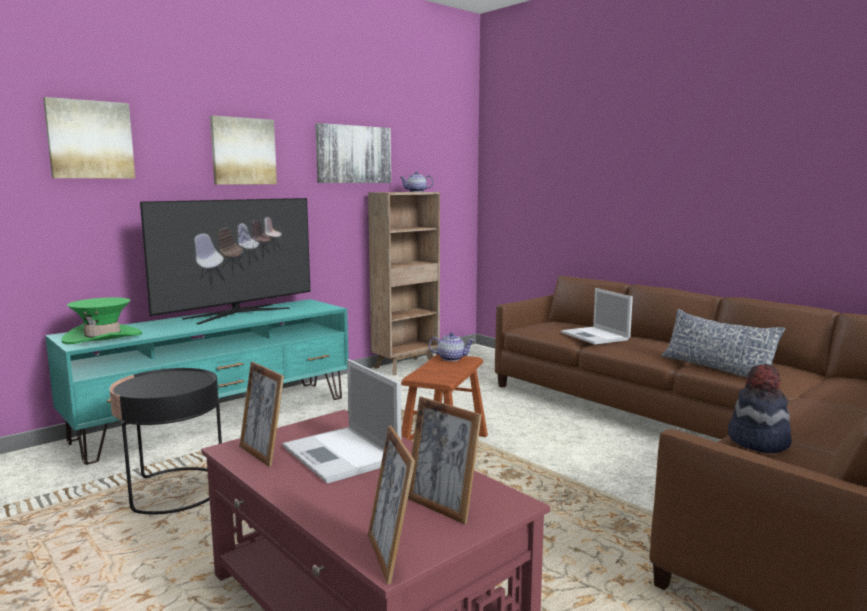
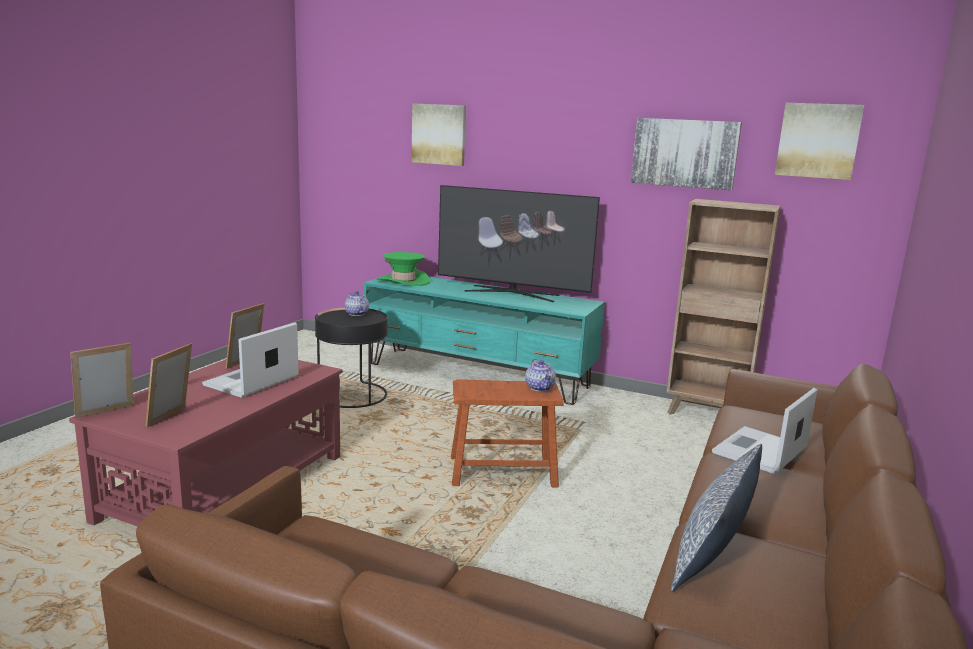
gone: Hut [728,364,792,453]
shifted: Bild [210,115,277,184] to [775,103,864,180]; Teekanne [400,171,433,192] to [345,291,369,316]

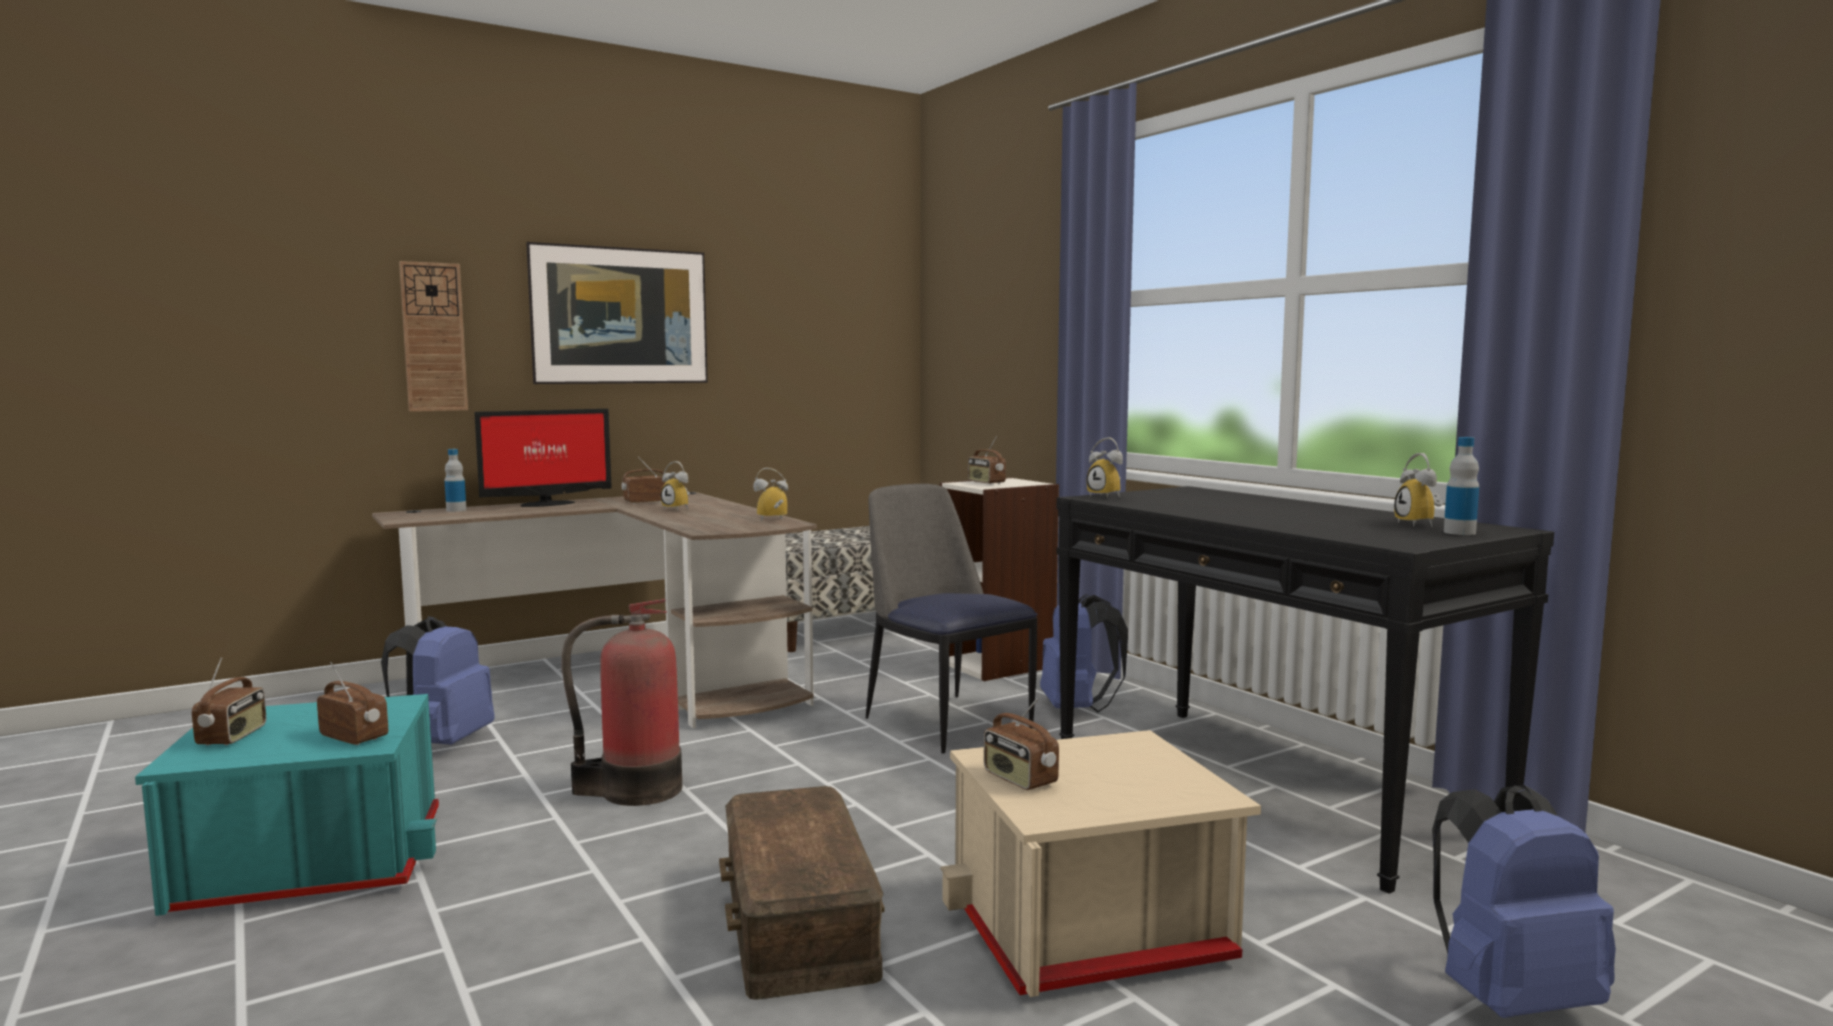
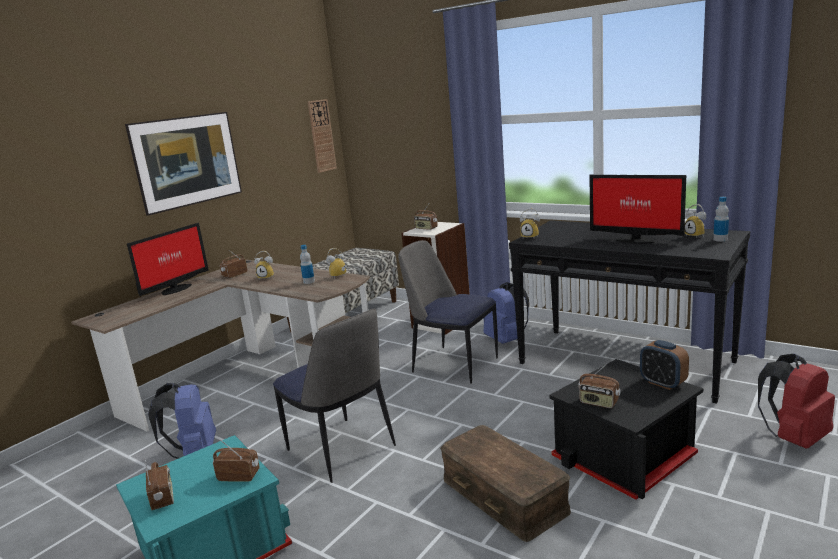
new: Monitor [589,175,686,244]; Wecker [640,340,689,390]
shifted: Wanduhr [399,261,468,412] to [308,99,337,173]; Flasche [445,449,466,512] to [300,245,315,284]
swapped: Feuerlöscher [562,599,682,806] to Stuhl [273,309,396,483]
repainted: Aufbewahrungsbox [beige] [940,730,1261,997] to Aufbewahrungsbox [schwarz] [549,359,703,499]; Rucksack [blau] [1432,785,1616,1018] to Rucksack [rot] [758,354,835,449]

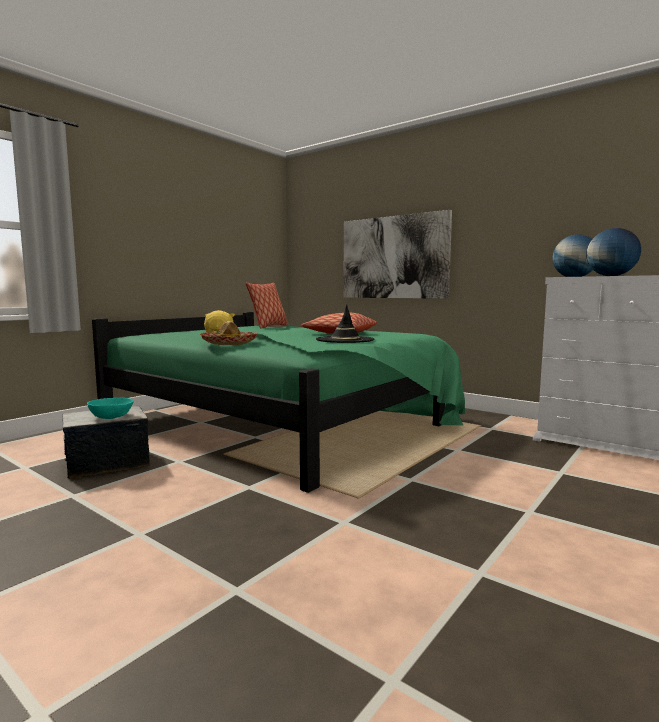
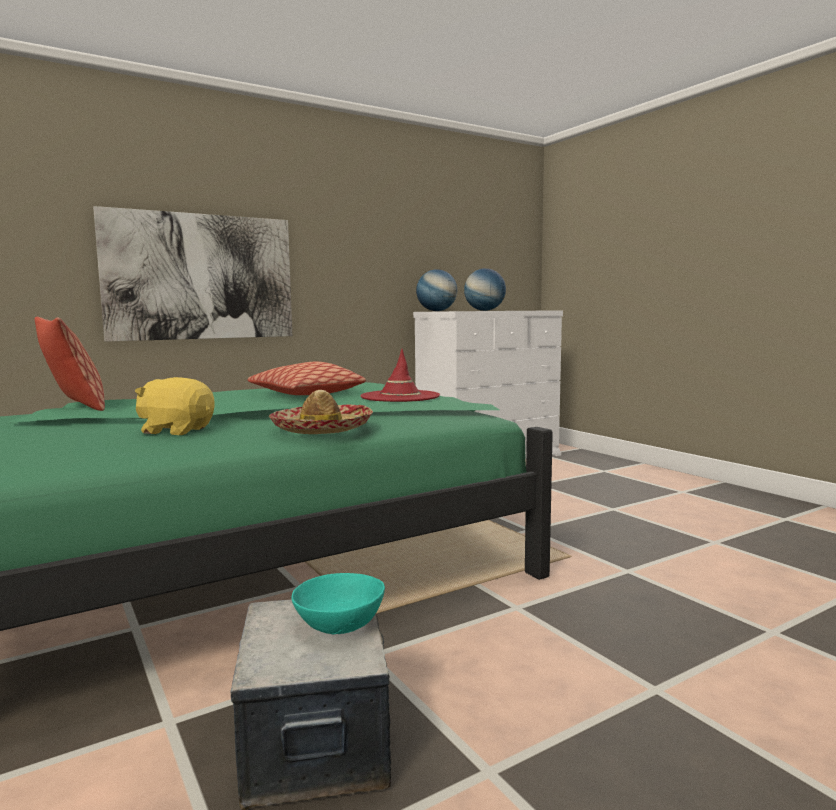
repainted: Hut [schwarz] [316,305,374,343] to Hut [rot] [361,349,440,402]

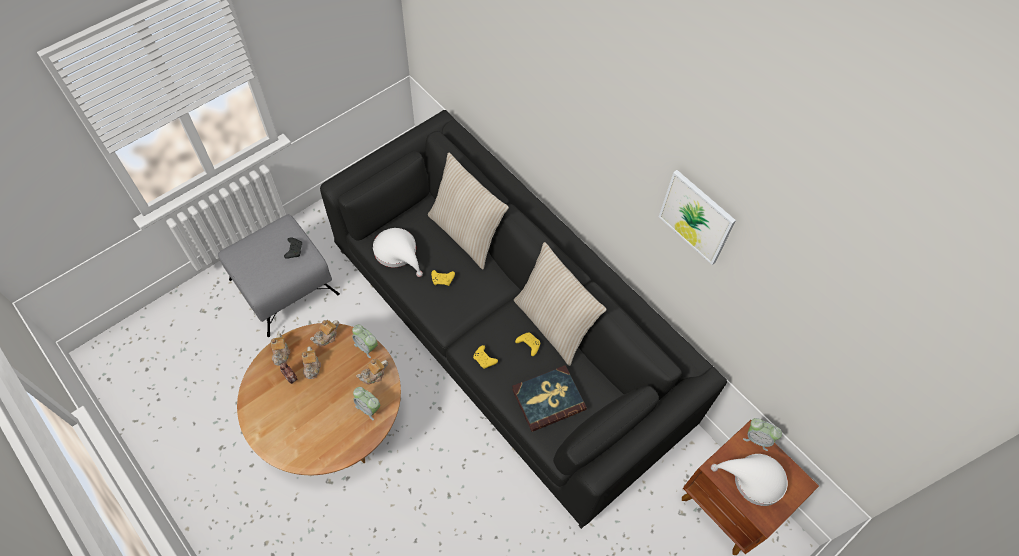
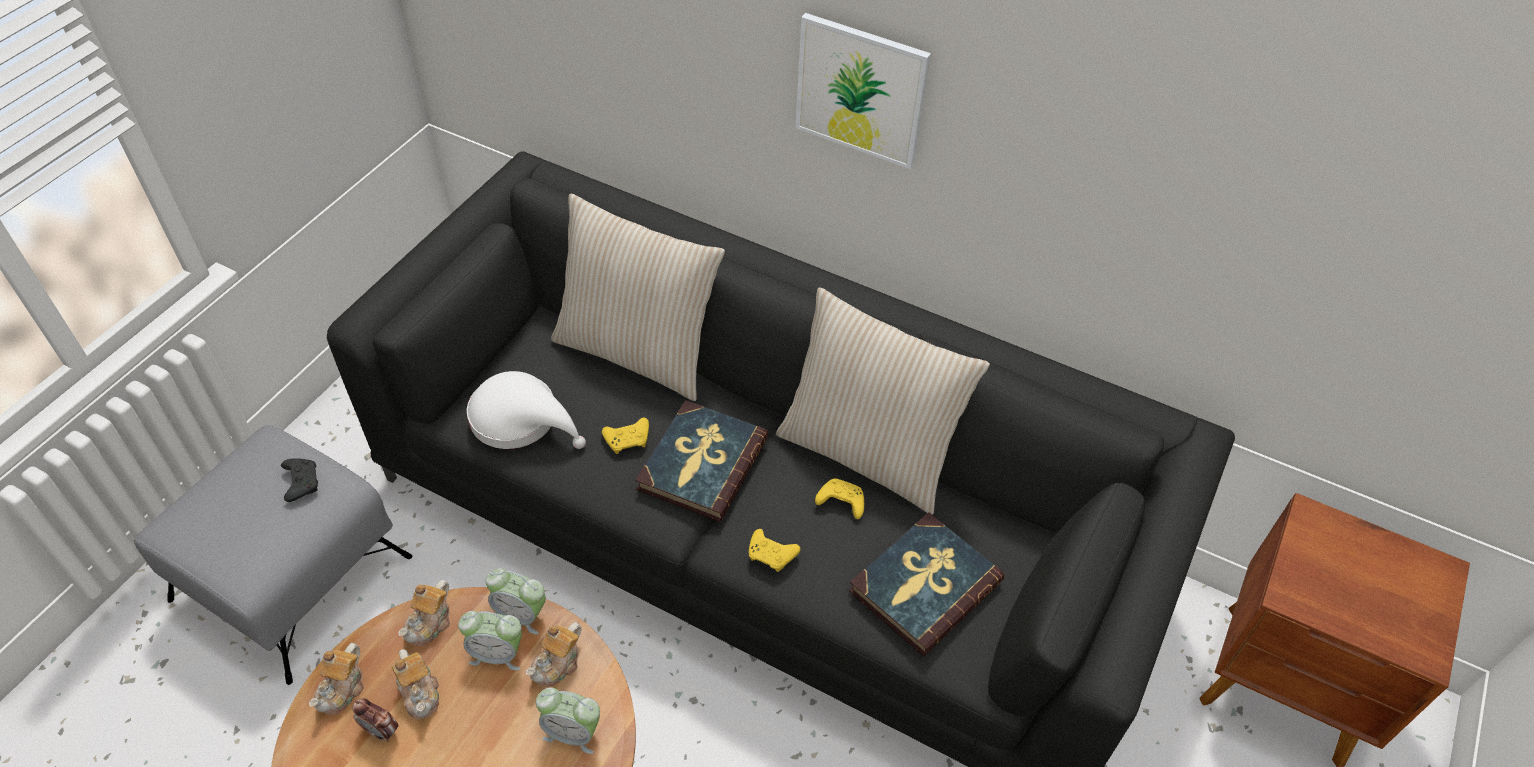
gone: Hut [weiß] [711,454,788,506]
new: Buch [635,400,769,522]
shifted: Bild [659,170,736,265] to [795,13,931,169]; Wecker [743,418,782,451] to [458,611,522,670]
rotated: Teekanne [271,333,290,366] = [309,643,364,714] 45 degrees clockwise

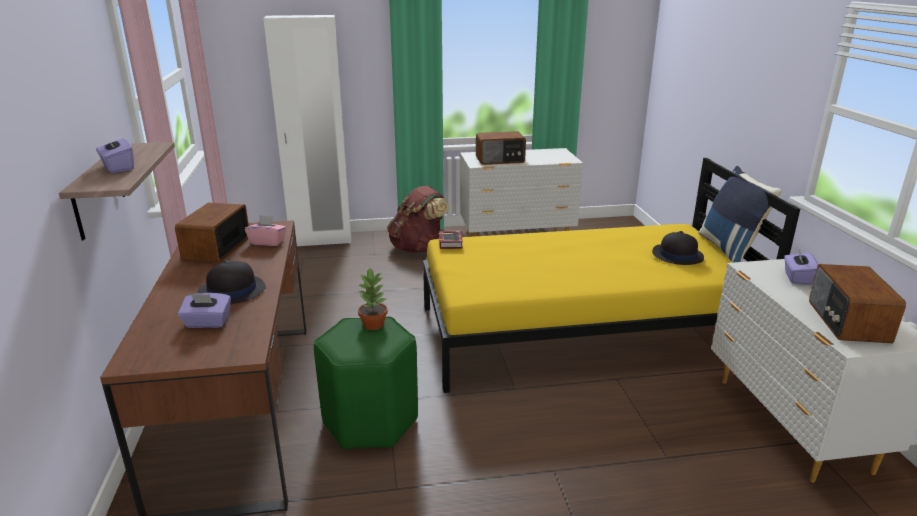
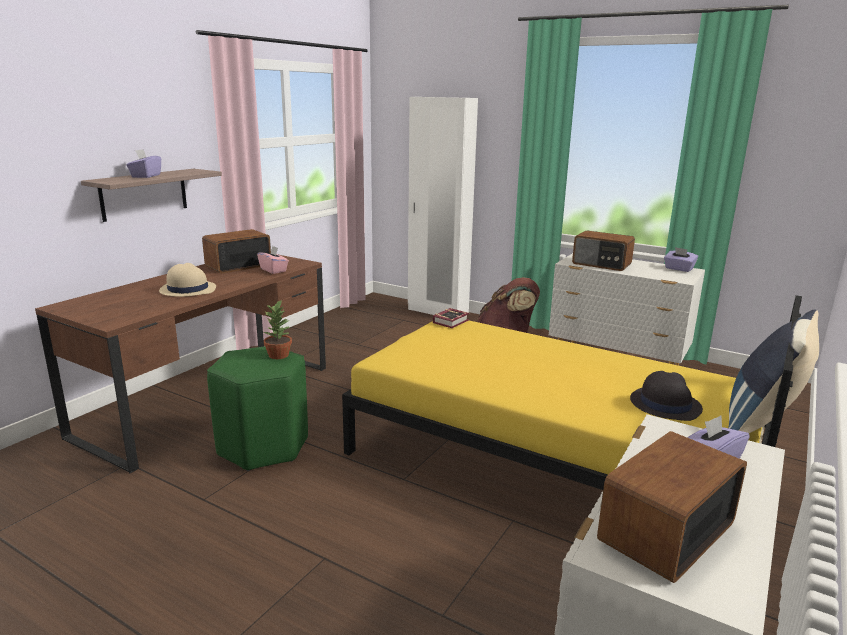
shifted: Taschentuchbox [lila] [178,293,231,328] to [664,247,698,272]
repainted: Hut [schwarz] [198,260,266,304] to Hut [beige] [159,263,216,297]

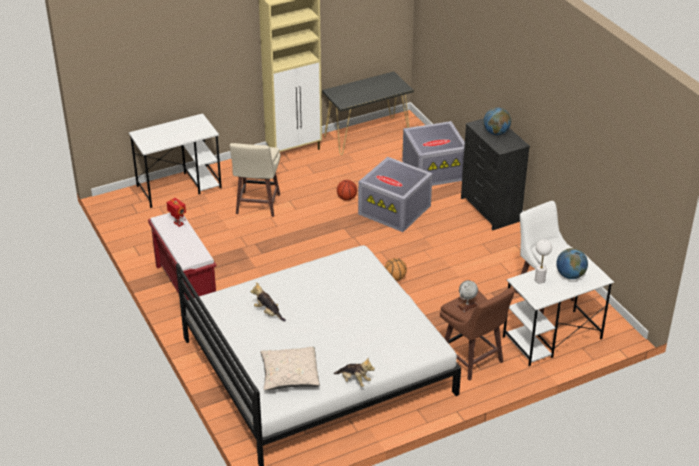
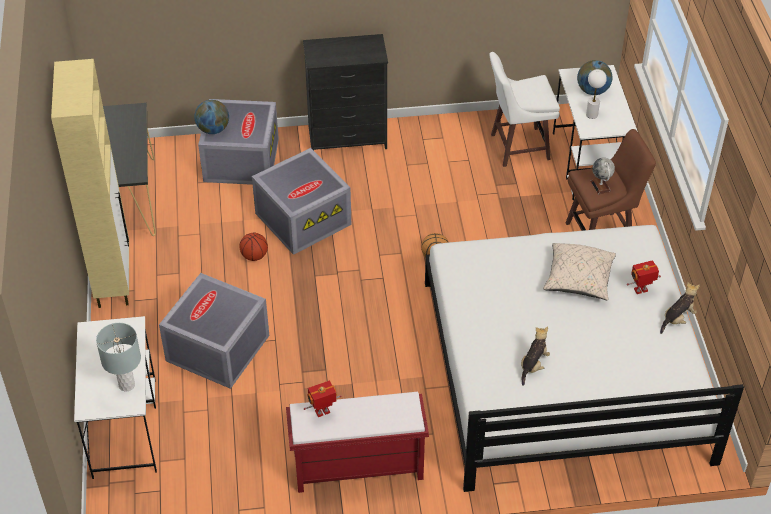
new: Tischlampe [grau] [96,323,141,392]; Spielzeugroboter [627,260,661,294]
shifted: Kissen [beige] [260,347,320,390] to [543,243,616,300]; Globus [483,107,511,135] to [194,100,229,134]
swapped: Hocker [beige] [230,143,280,217] to Aufbewahrungsbox [grau] [159,273,269,389]
rotated: Plüschtier [251,282,286,322] = [521,327,550,386] 150 degrees clockwise

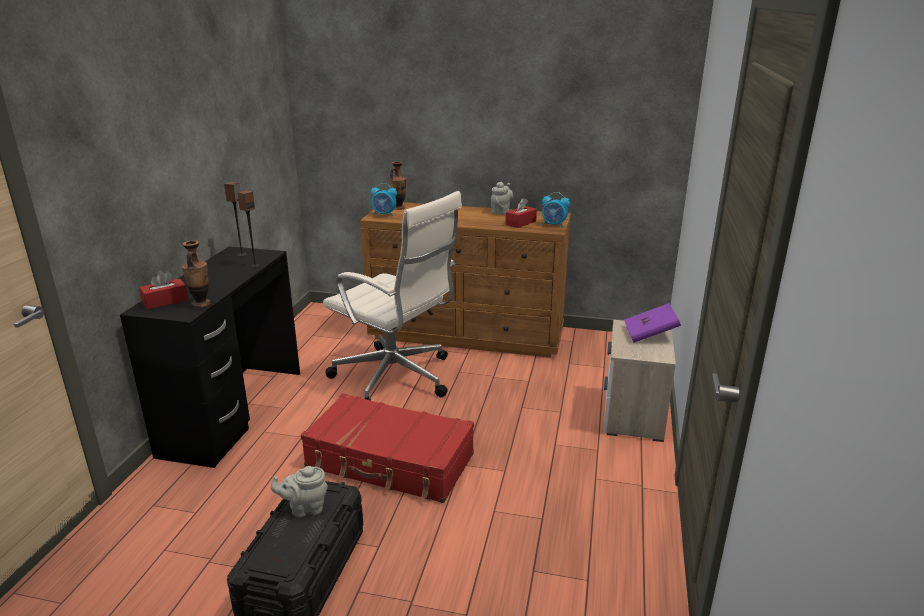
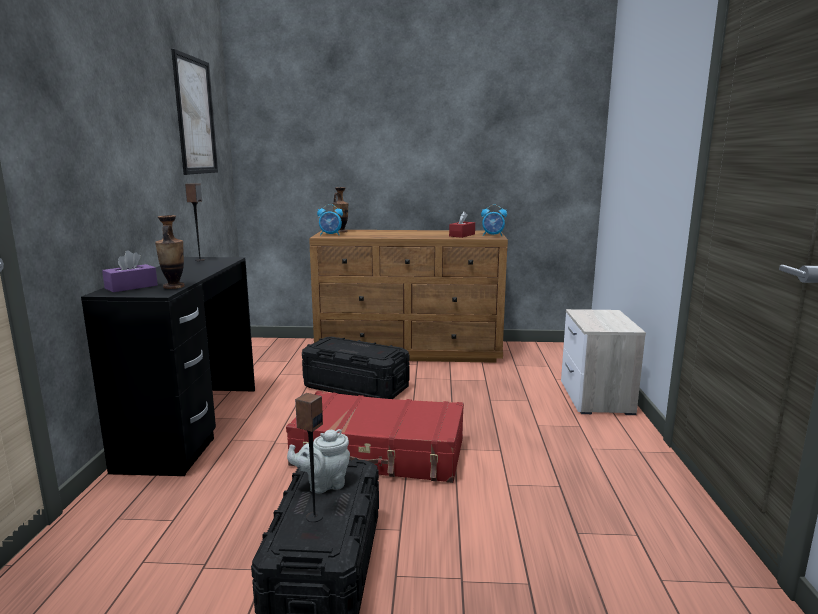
gone: Teekanne [grau] [491,182,513,215]; Buch [lila] [624,303,681,343]
new: Bild [171,49,218,175]
shifted: Lautsprecher [237,190,260,268] to [295,393,323,522]
swapped: Bürostuhl [weiß] [323,191,462,401] to Aufbewahrungsbox [schwarz] [302,337,410,399]
repainted: Taschentuchbox [rot] [139,271,188,310] to Taschentuchbox [lila] [102,250,158,292]

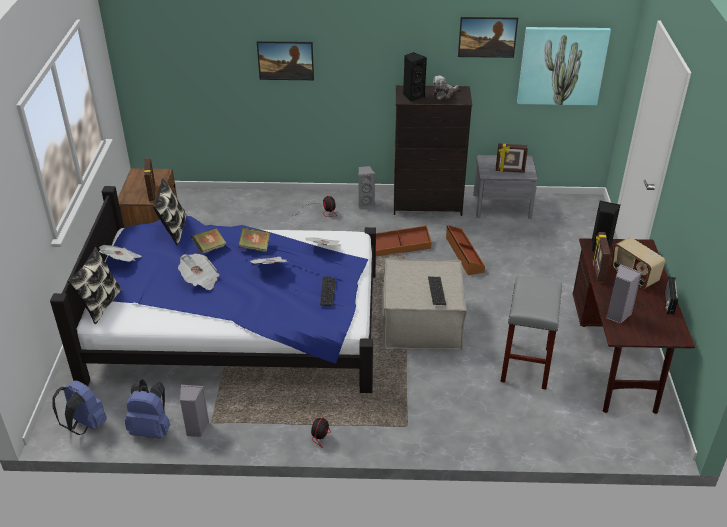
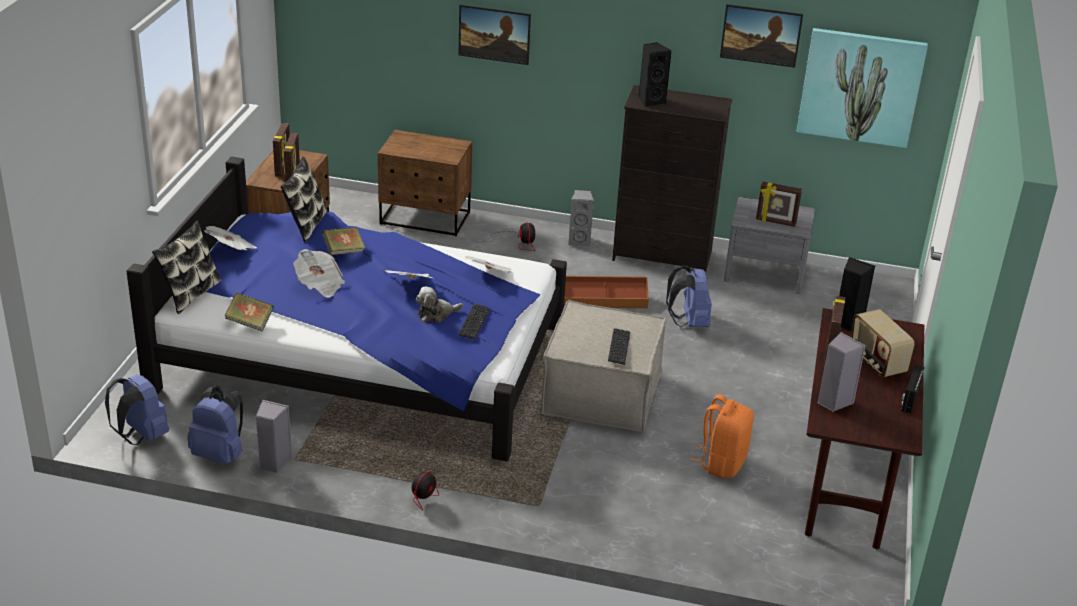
new: Bilderrahmen [273,123,290,177]; Nachttisch [braun] [378,130,472,237]
shifted: Buch [238,227,270,252] to [225,292,274,331]; Plüschtier [433,76,459,100] to [416,286,463,322]
swapped: Aufbewahrungsbox [braun] [446,225,485,275] to Rucksack [blau] [666,265,712,327]; Hocker [grau] [500,276,562,389] to Rucksack [orange] [690,394,754,478]

